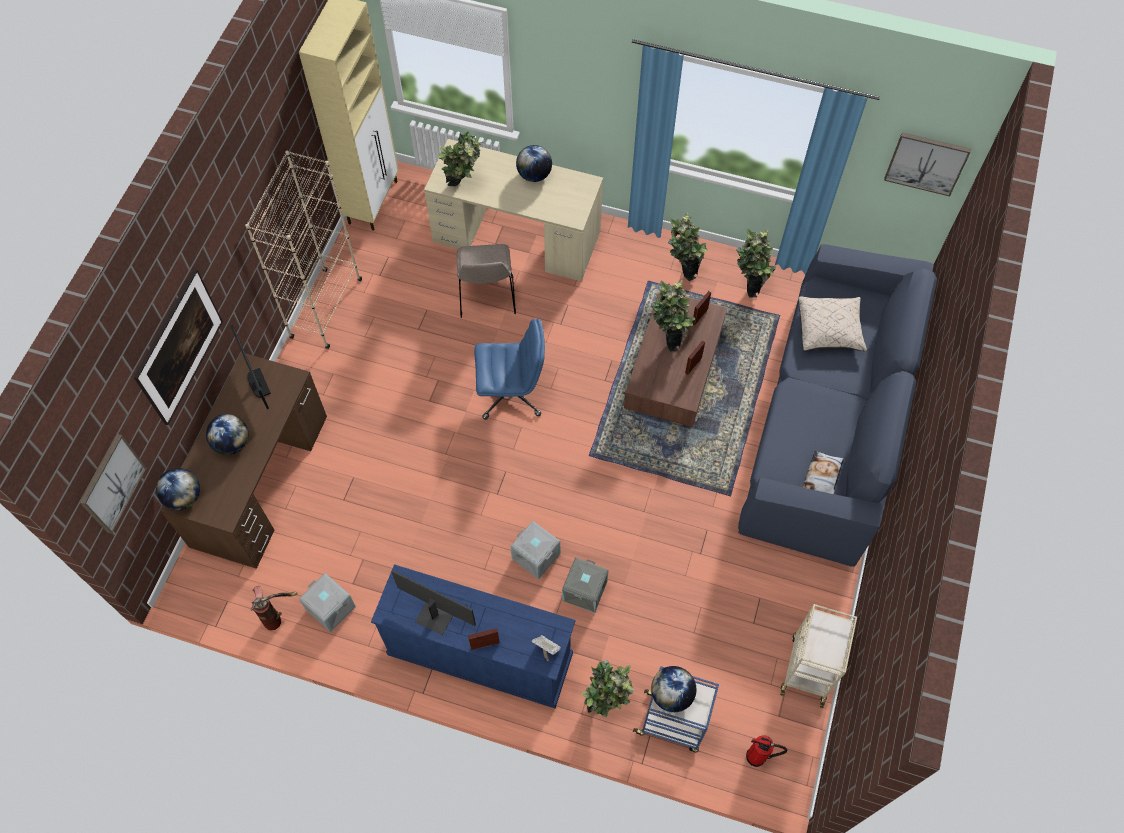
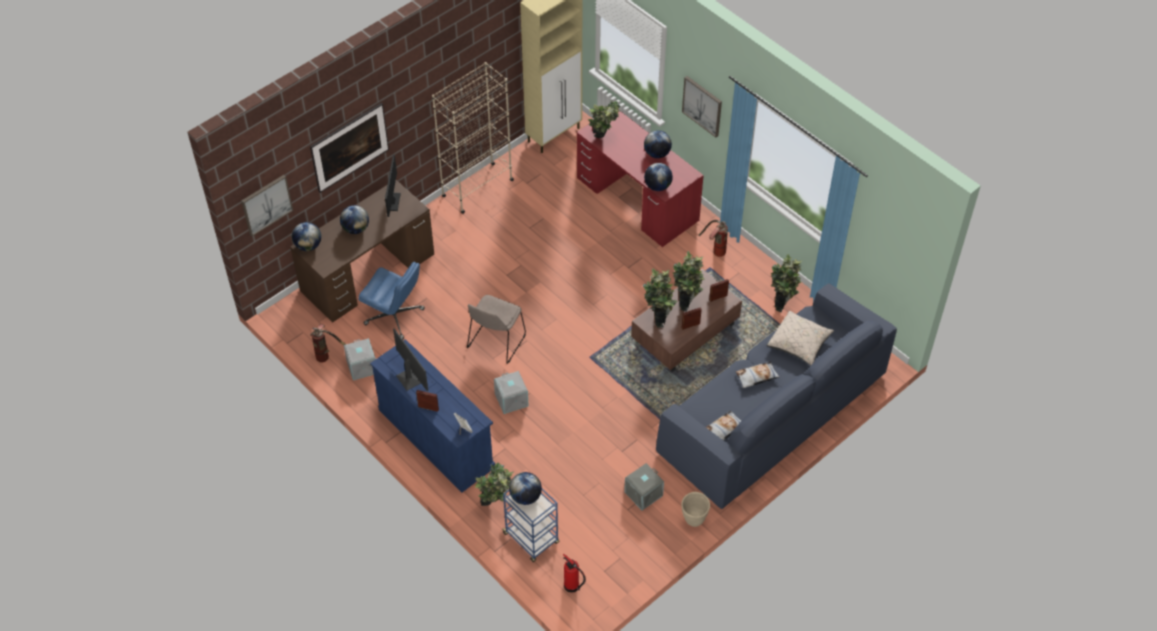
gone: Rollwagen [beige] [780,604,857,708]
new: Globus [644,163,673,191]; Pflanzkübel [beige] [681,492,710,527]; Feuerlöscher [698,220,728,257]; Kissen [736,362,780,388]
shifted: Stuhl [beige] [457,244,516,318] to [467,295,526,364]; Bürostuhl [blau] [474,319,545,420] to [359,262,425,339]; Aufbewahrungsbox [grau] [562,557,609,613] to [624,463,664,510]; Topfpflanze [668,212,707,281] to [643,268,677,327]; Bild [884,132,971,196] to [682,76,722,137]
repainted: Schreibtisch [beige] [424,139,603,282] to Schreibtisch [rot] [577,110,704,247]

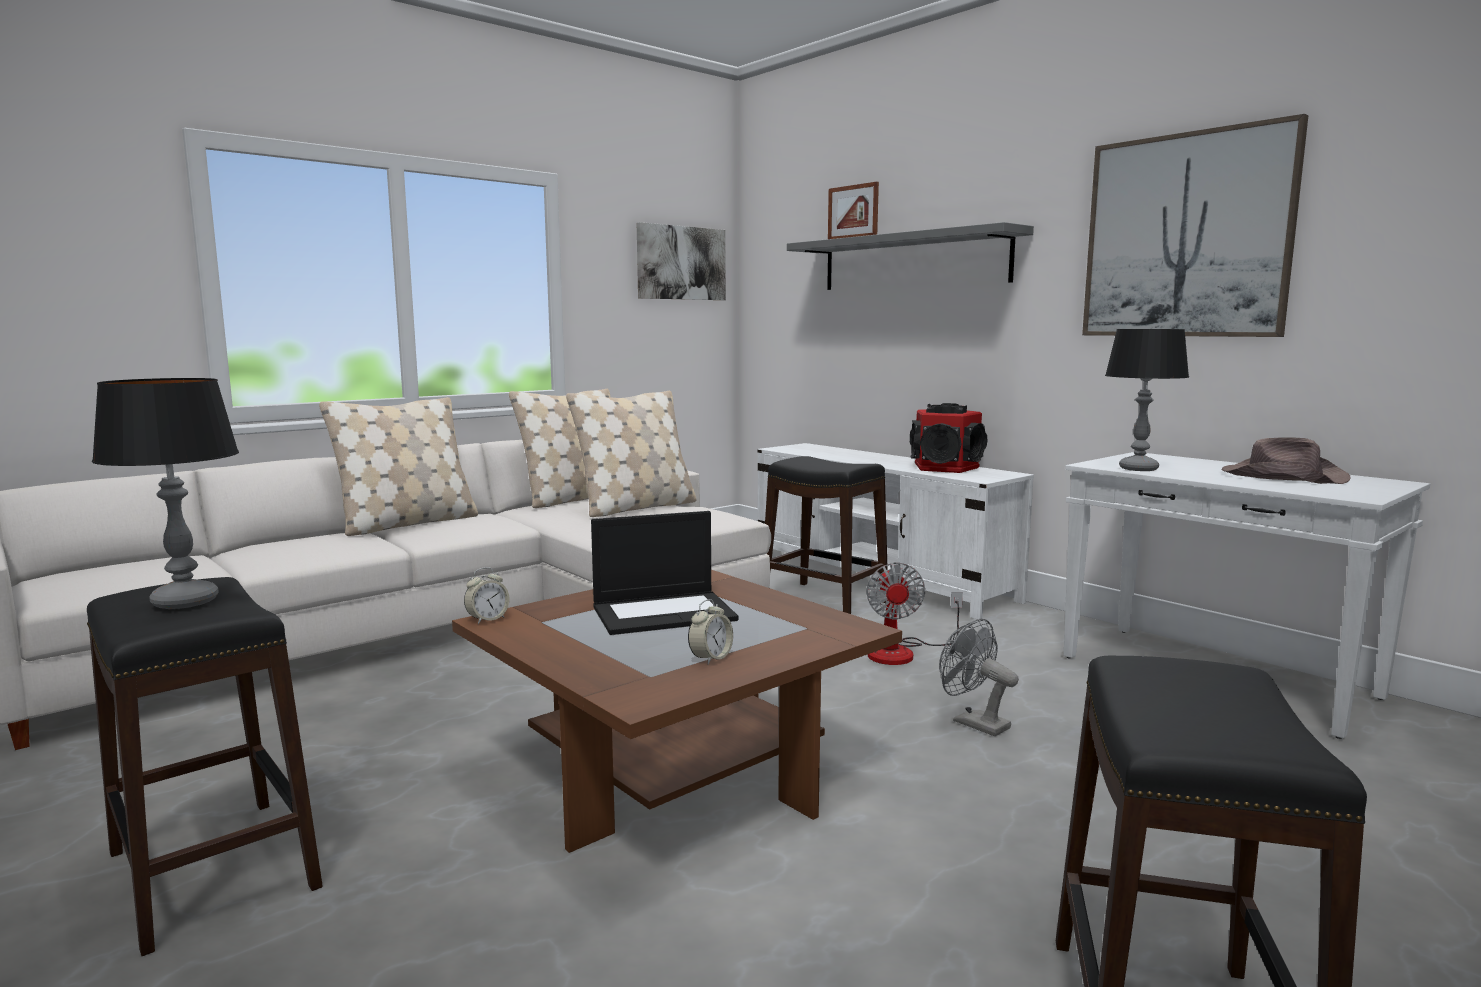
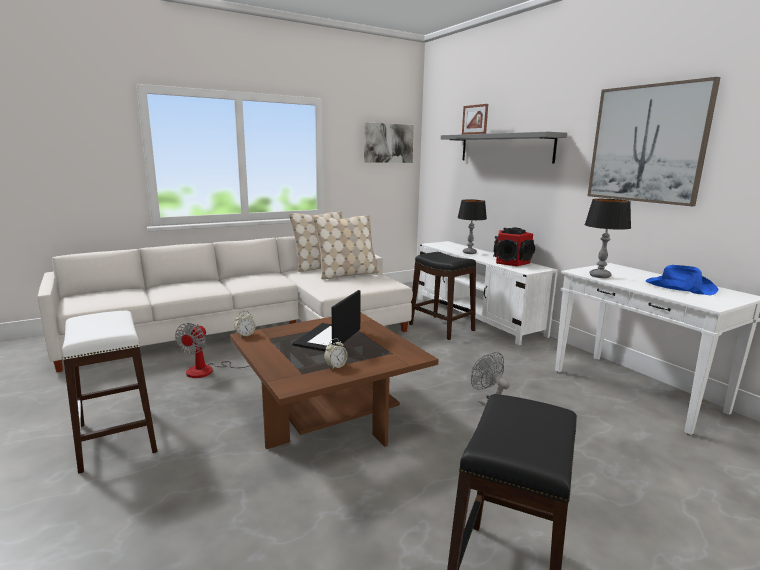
gone: Kissen [beige] [319,397,478,536]
shifted: Tischlampe [92,378,239,609] to [457,200,487,254]; Ventilator [866,563,963,665] to [175,323,250,378]
repainted: Hocker [schwarz] [87,577,323,956] to Hocker [weiß] [62,311,157,474]; Hut [braun] [1221,437,1351,484] to Hut [blau] [646,265,718,295]
rotated: Laptop [591,511,738,635] = [292,290,361,351] 120 degrees clockwise

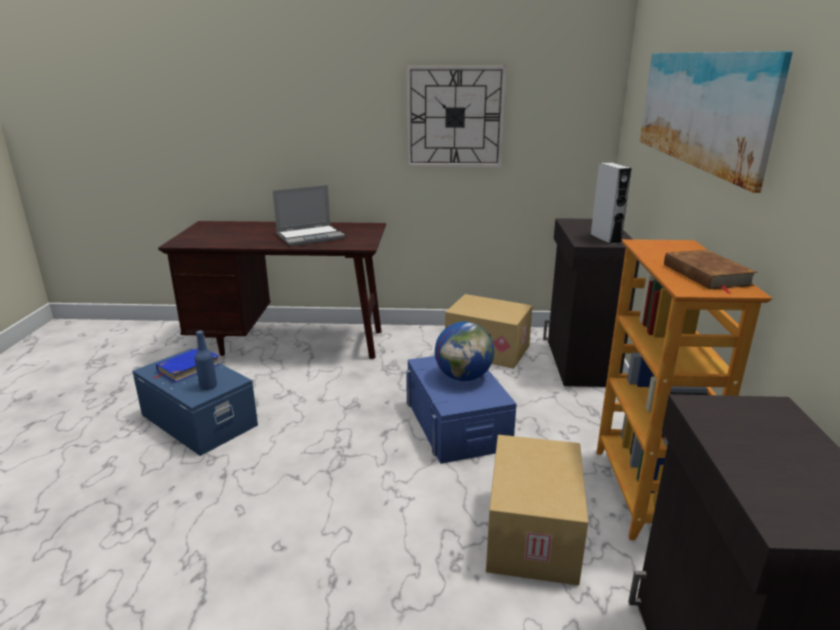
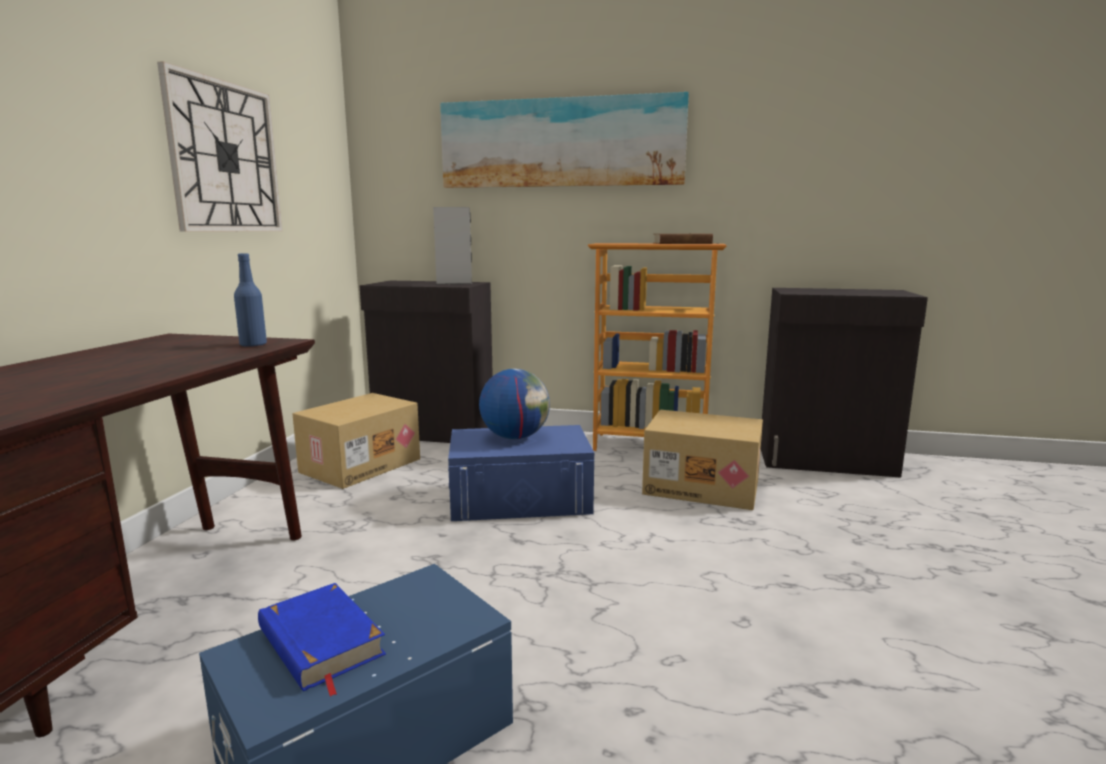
gone: Laptop [273,185,345,246]
shifted: Flasche [blau] [195,330,217,390] to [234,253,267,347]

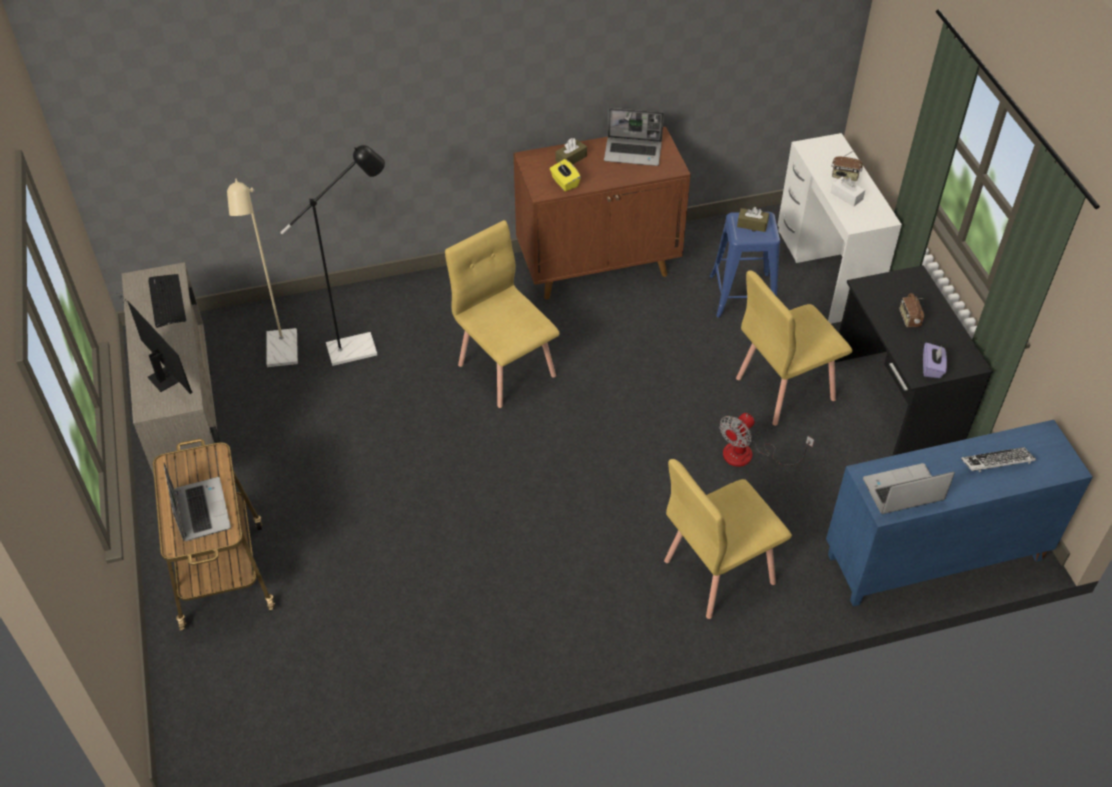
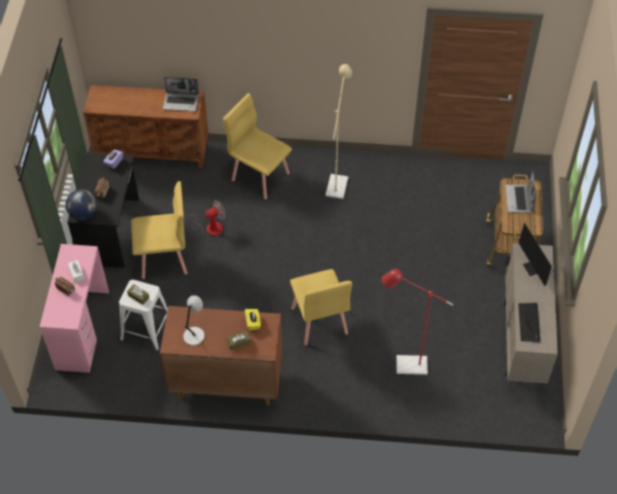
gone: Tastatur [961,447,1036,472]
new: Globus [66,189,97,220]
shifted: Stehlampe [beige] [227,178,298,367] to [325,64,352,199]
swapped: Laptop [604,108,664,166] to Tischlampe [grau] [183,295,205,346]
repainted: Stehlampe [schwarz] [280,145,385,366] to Stehlampe [rot] [382,269,453,375]; Hocker [blau] [710,212,780,318] to Hocker [weiß] [119,280,168,351]; Schreibtisch [weiß] [778,133,902,324] to Schreibtisch [rosa] [40,244,109,373]; Schrank [blau] [826,420,1092,606] to Schrank [braun] [83,85,208,168]
rotated: Stuhl [gelb] [664,459,792,619] = [223,93,292,199] 135 degrees counterclockwise

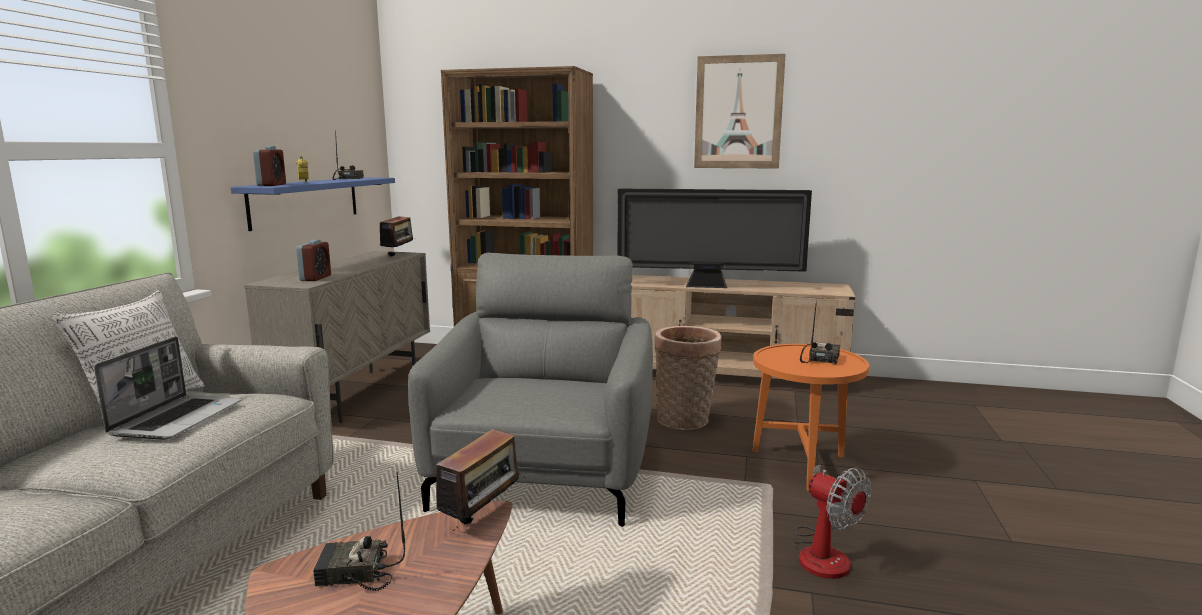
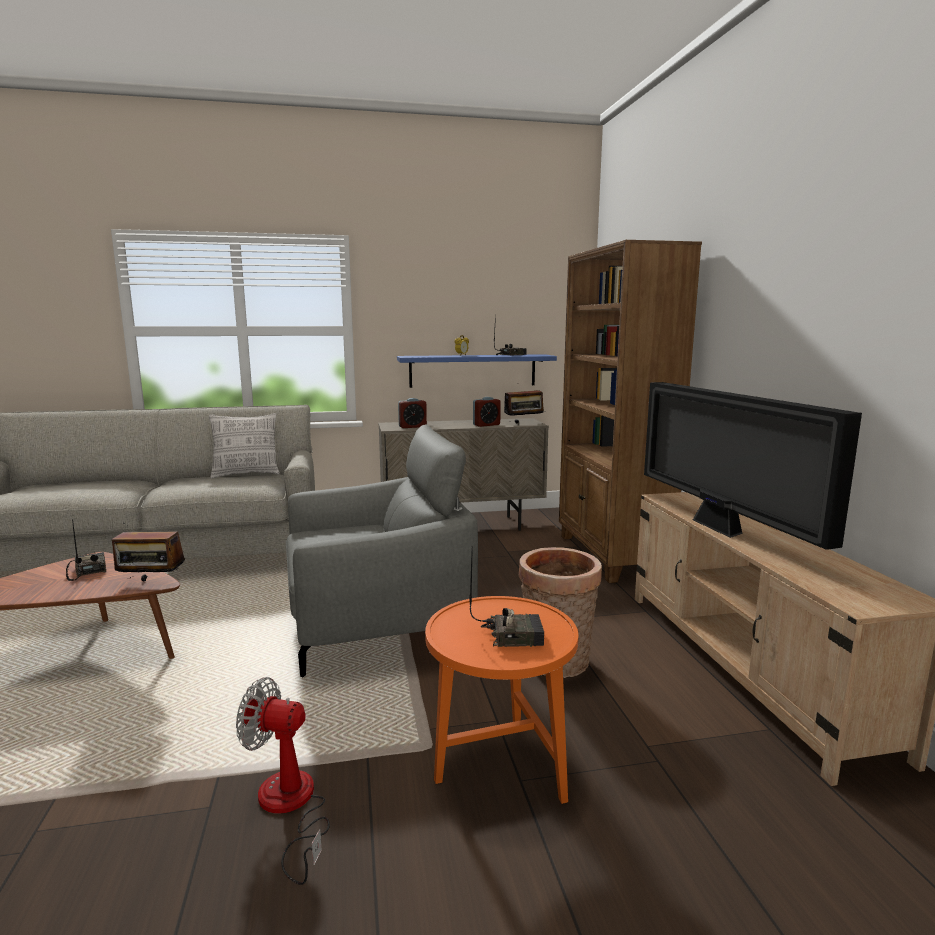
gone: Laptop [94,337,242,440]; Bild [694,54,786,169]
shifted: Wecker [253,146,286,186] to [473,397,501,427]
rotated: Ventilator [793,465,871,579] = [236,677,330,885] 75 degrees clockwise

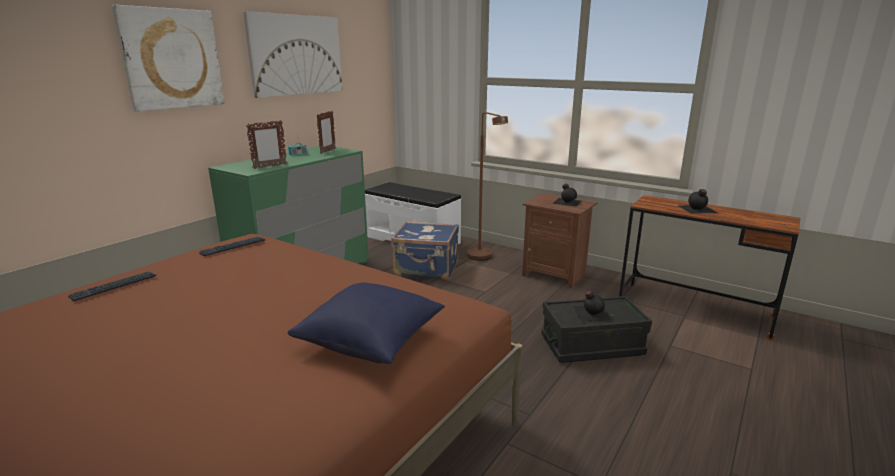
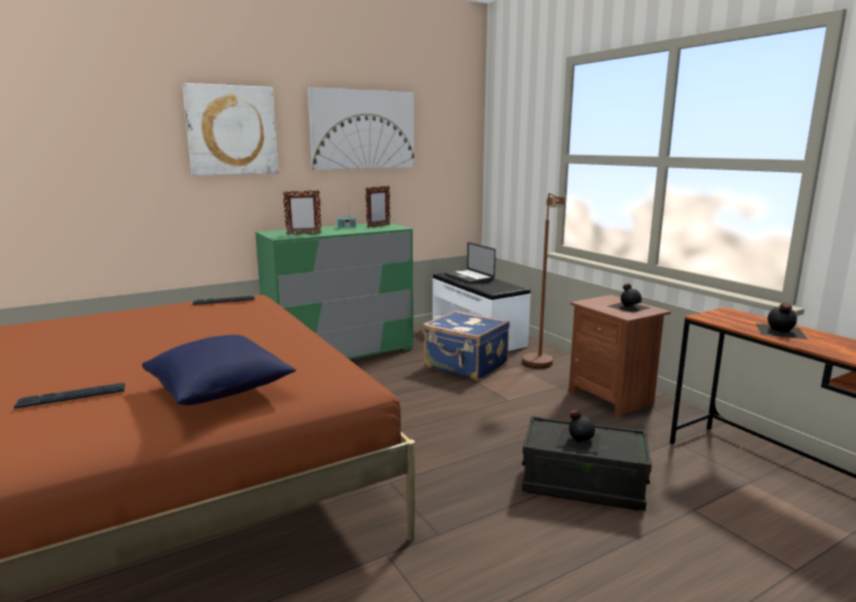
new: Laptop [445,242,496,284]
shifted: Tastatur [68,272,156,301] to [14,383,125,409]

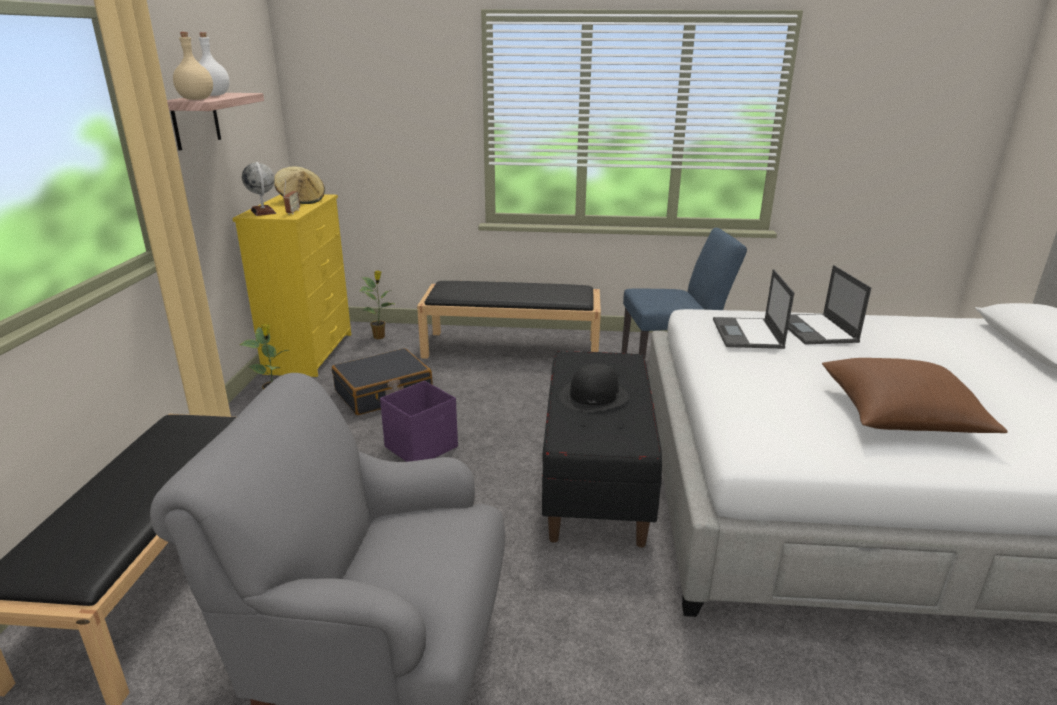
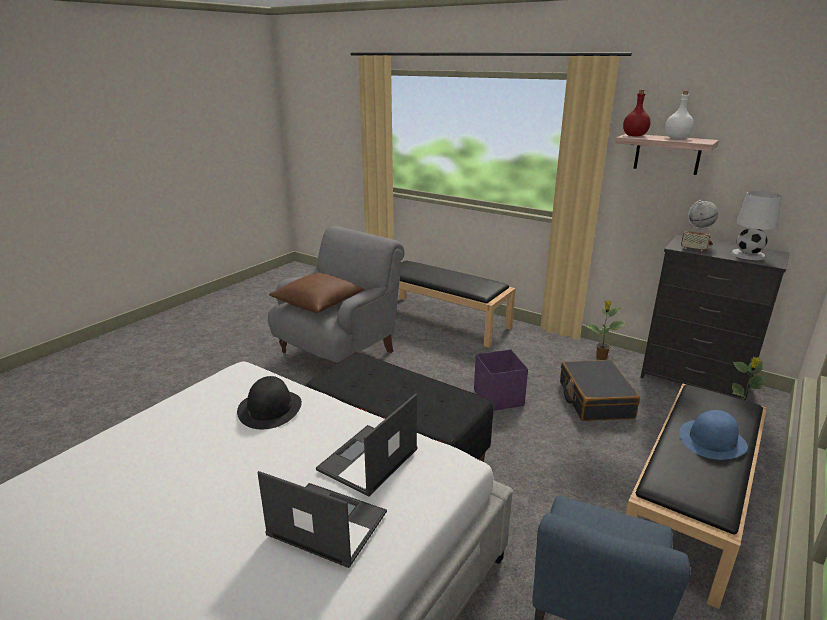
new: Hut [blau] [679,410,748,460]
shifted: Hut [schwarz] [559,363,629,412] to [237,376,302,429]; Kissen [braun] [822,358,1008,433] to [269,273,365,313]
swapped: Hut [beige] [274,166,325,204] to Tischlampe [weiß] [731,191,782,260]
repainted: Flasche [beige] [173,32,213,100] to Flasche [rot] [623,90,650,137]; Kommode [gelb] [232,194,351,377] to Kommode [schwarz] [640,235,790,401]
rotated: Laptop [713,269,794,349] = [316,394,418,496] 90 degrees counterclockwise

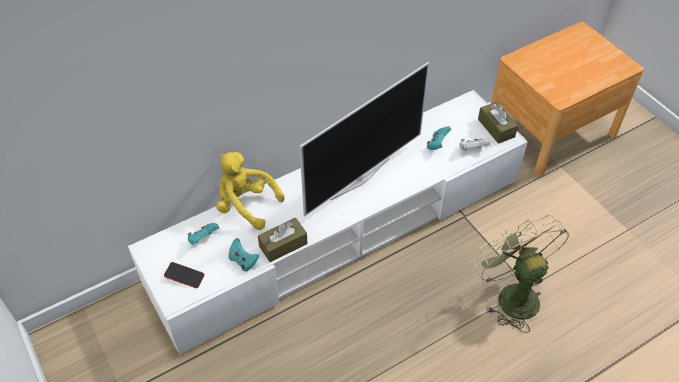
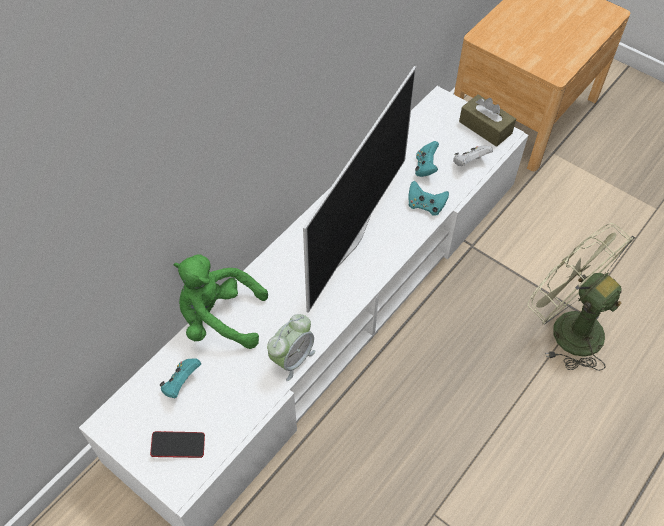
shifted: Gamepad [türkis] [228,238,259,272] to [408,181,449,216]
swapped: Taschentuchbox [braun] [258,218,308,262] to Wecker [267,314,315,381]
repainted: Plüschtier [gelb] [216,152,284,230] to Plüschtier [grün] [173,254,268,349]

